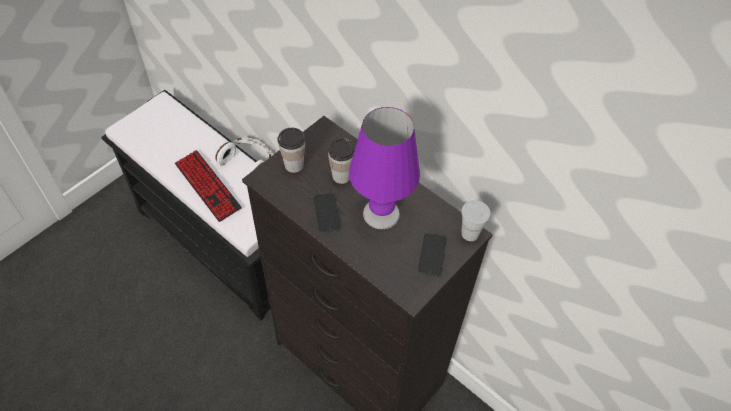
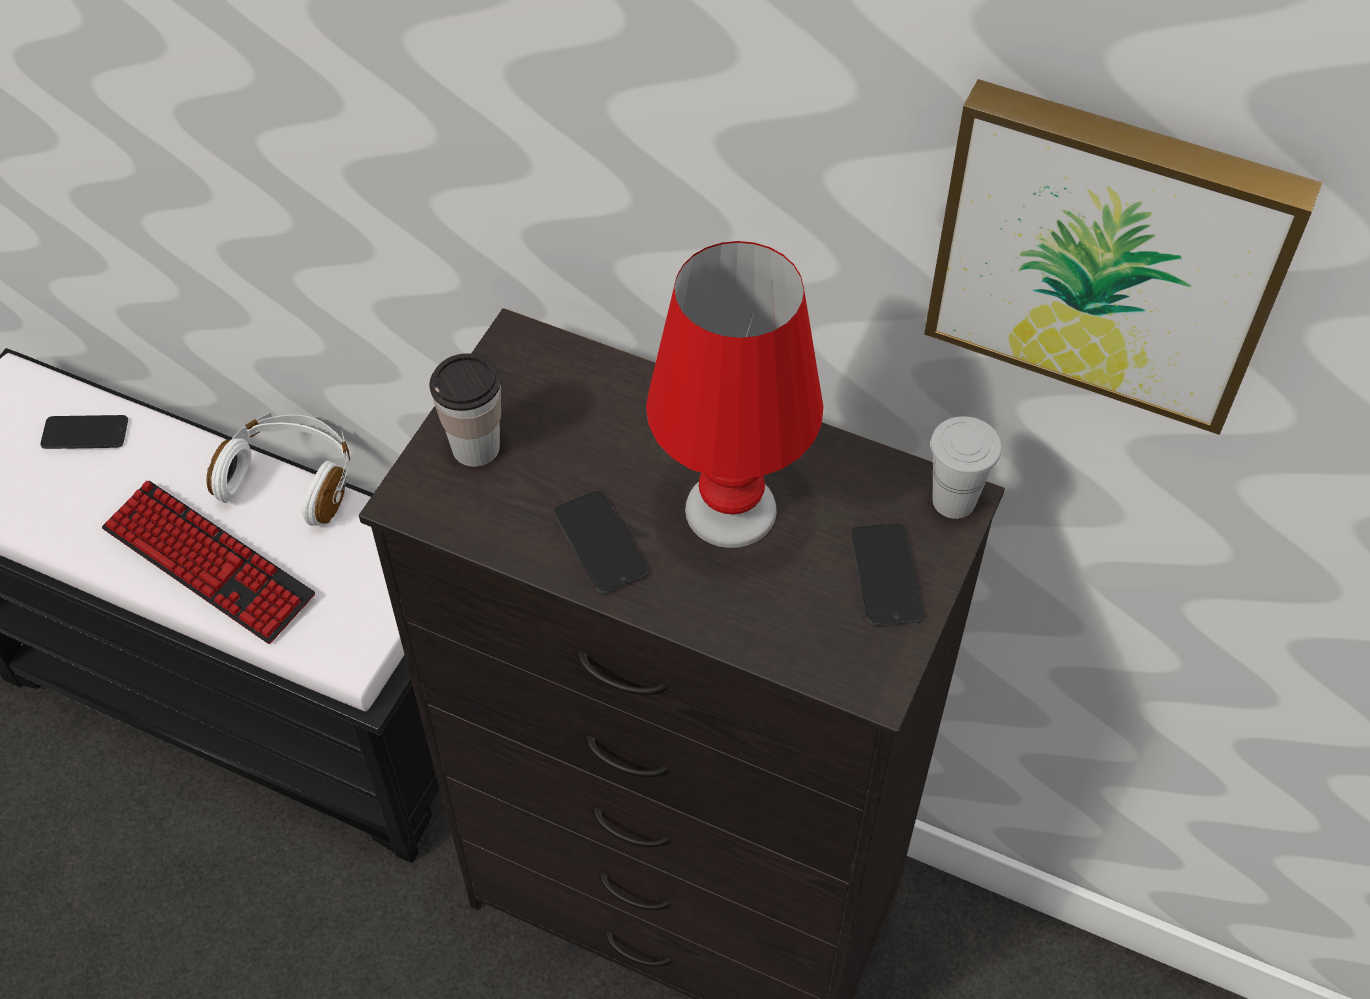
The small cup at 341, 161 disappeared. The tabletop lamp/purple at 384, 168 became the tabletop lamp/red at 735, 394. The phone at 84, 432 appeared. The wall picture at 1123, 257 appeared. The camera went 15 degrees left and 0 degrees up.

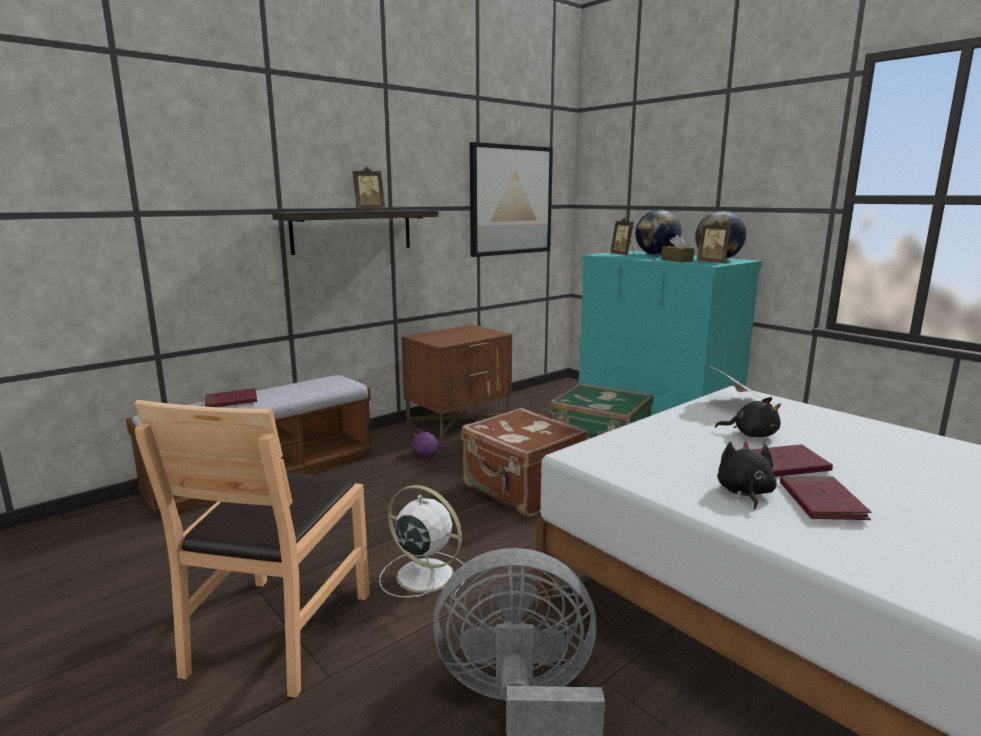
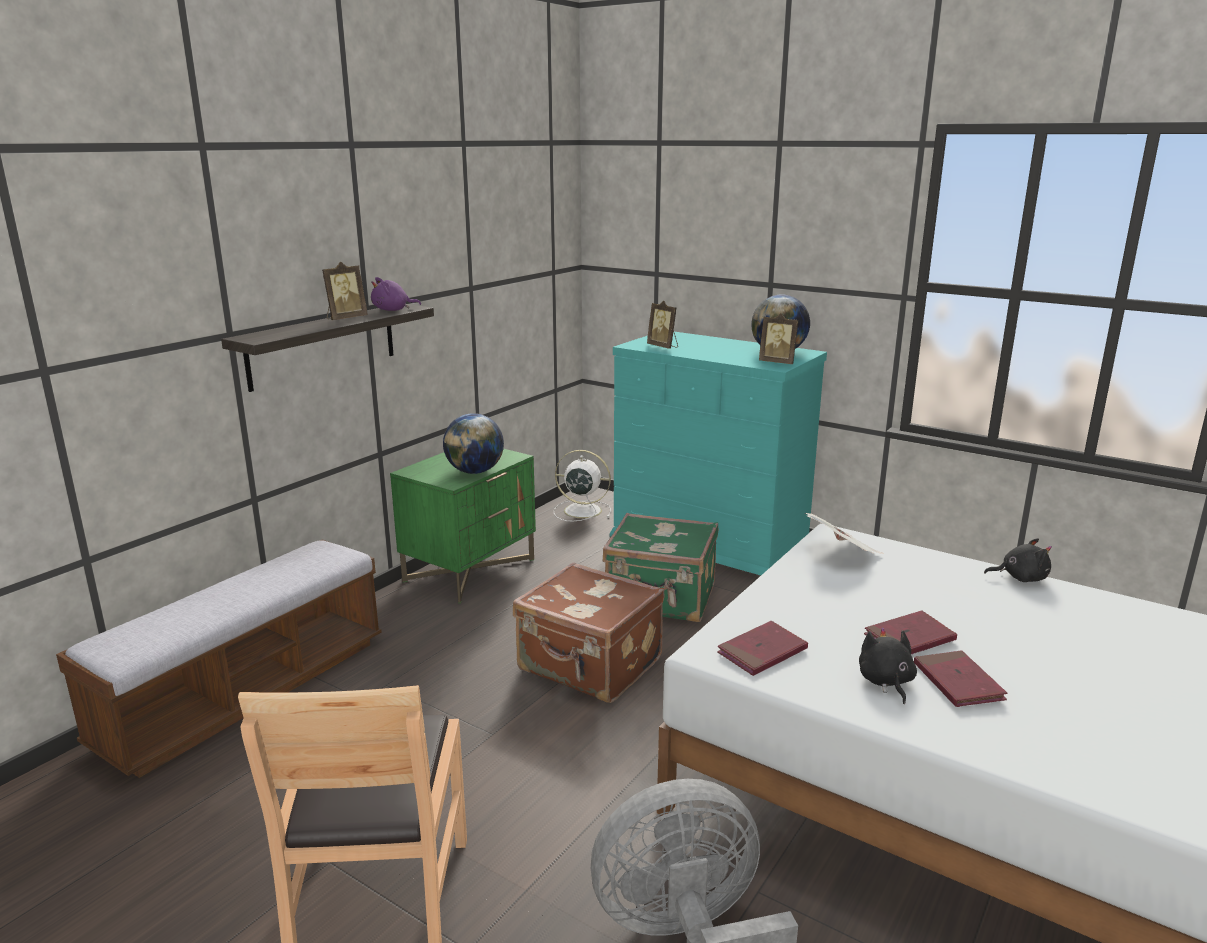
The book/red moved from 231, 397 to 762, 648. The fan/whitish moved from 422, 541 to 582, 485. The night table/brown-coloured at 456, 382 became the night table/green at 463, 526. The cuddly toy/purple moved from 431, 442 to 396, 294. The wall picture at 511, 199 disappeared. The desk globe moved from 658, 232 to 473, 443. The box of tissues/brown-coloured at 677, 248 disappeared. The cuddly toy/black-coloured moved from 748, 417 to 1018, 560. The camera went 15 degrees left and 5 degrees up.

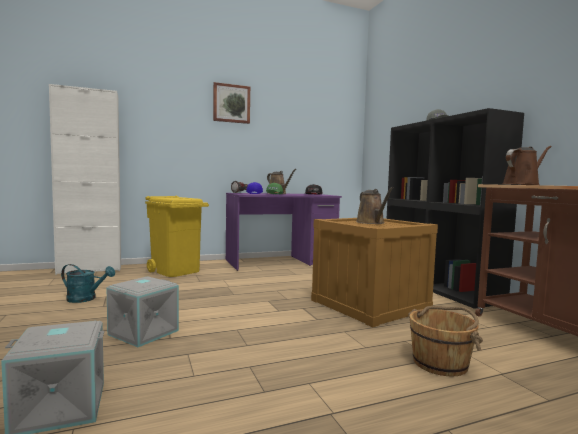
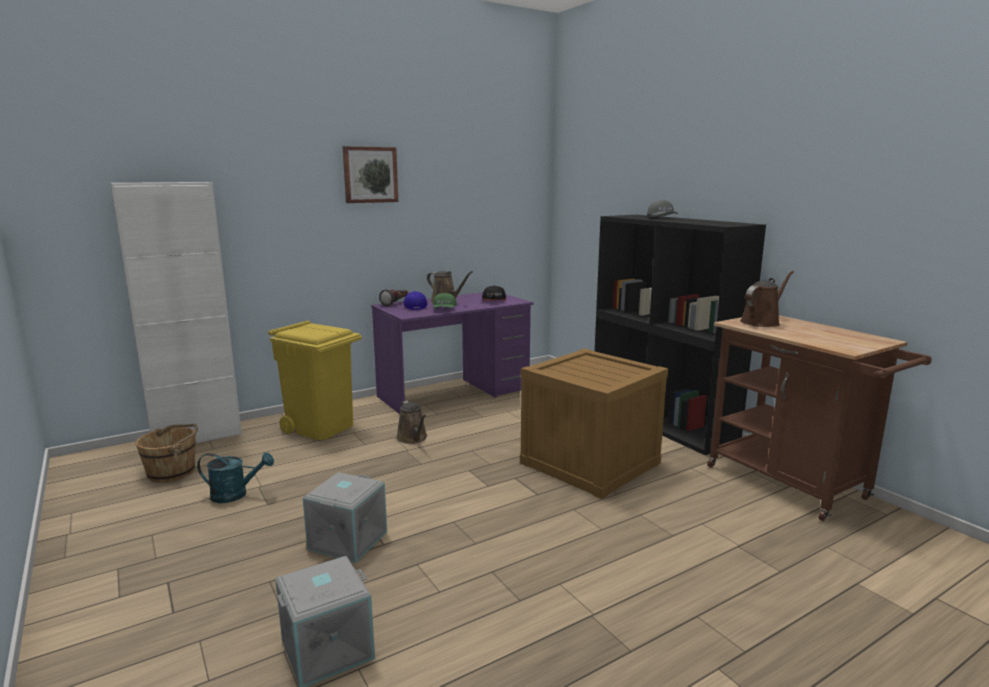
The watering can/brown-coloured moved from 375, 205 to 411, 422. The water bucket/brown-coloured moved from 445, 341 to 167, 453. The camera went 10 degrees left and 10 degrees up.

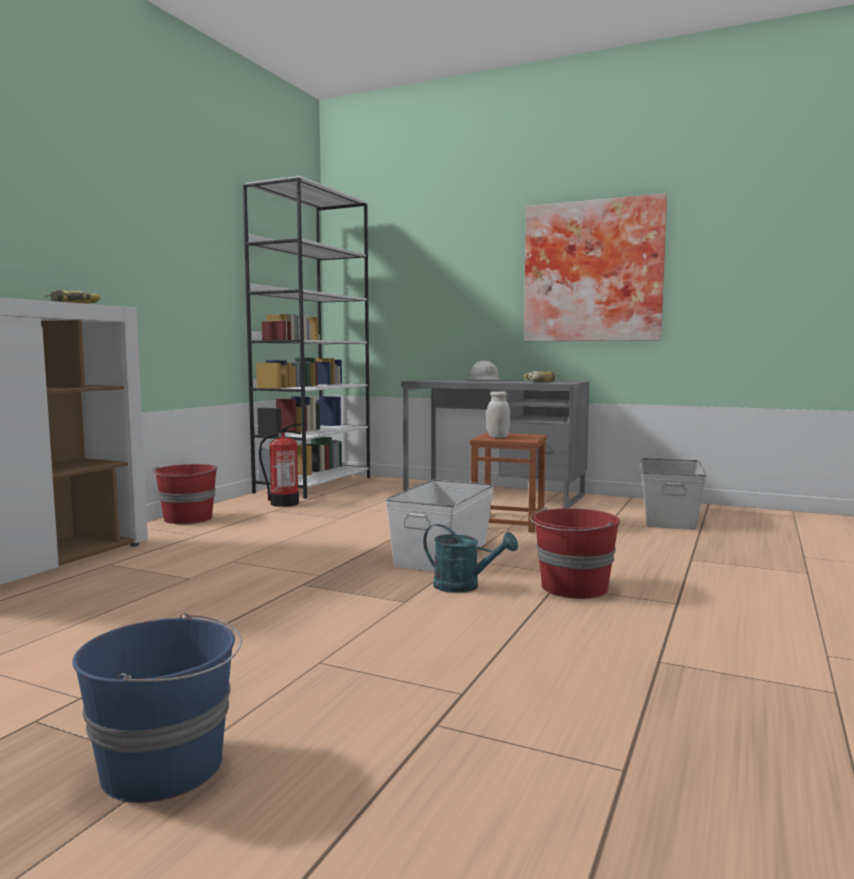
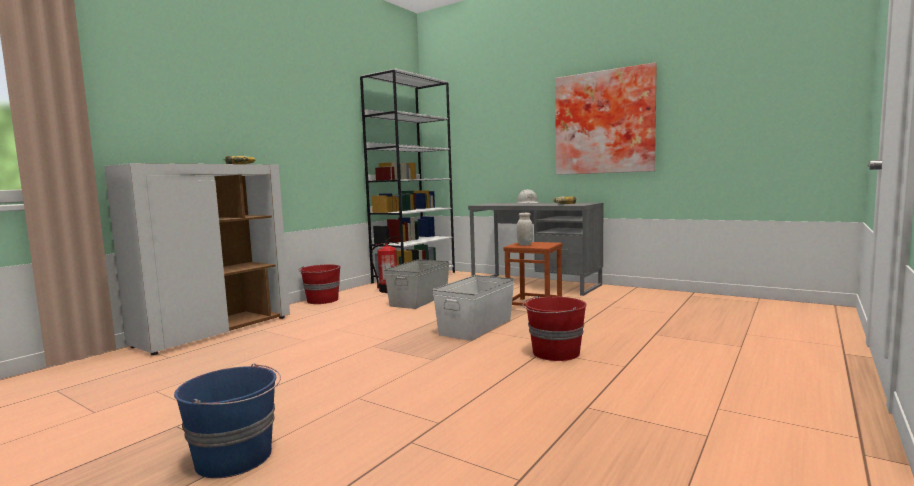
The watering can/turquoise-coloured at 470, 558 disappeared. The storage container/greyish moved from 673, 494 to 417, 284. The camera went 10 degrees right and 0 degrees up.

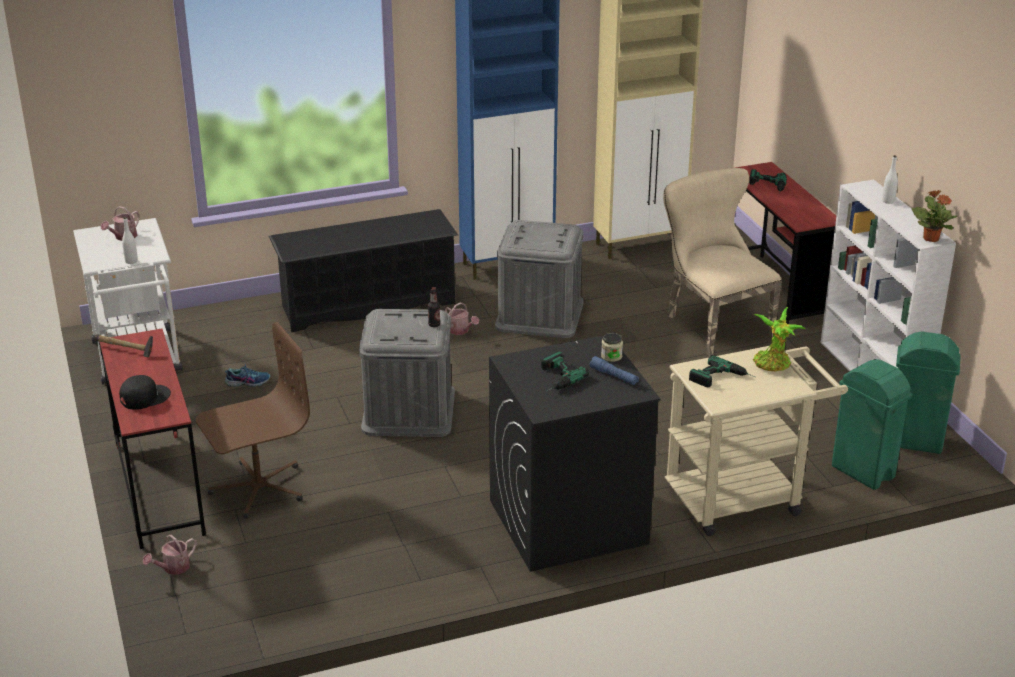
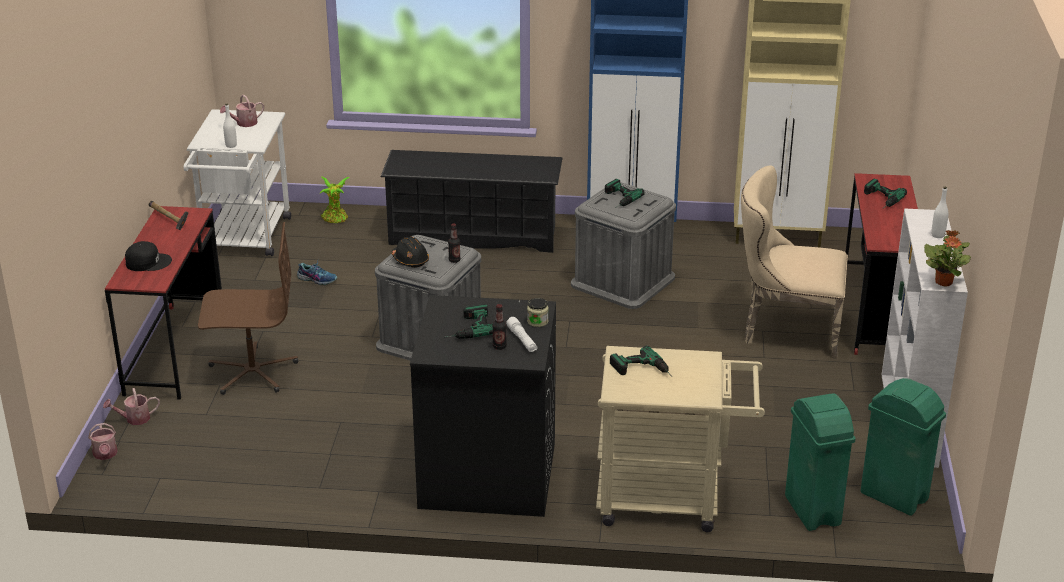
The watering can moved from 462, 318 to 103, 441. The flashlight/blue at 614, 370 became the flashlight/whitish at 521, 334. The chair/sand-coloured at 722, 262 turned 75 degrees counterclockwise. The plant in a pot moved from 779, 339 to 335, 199. The hard hat/black-coloured at 410, 252 appeared. The beverage bottle at 499, 327 appeared. The electric drill at 625, 193 appeared. The camera went 25 degrees right and 0 degrees up.

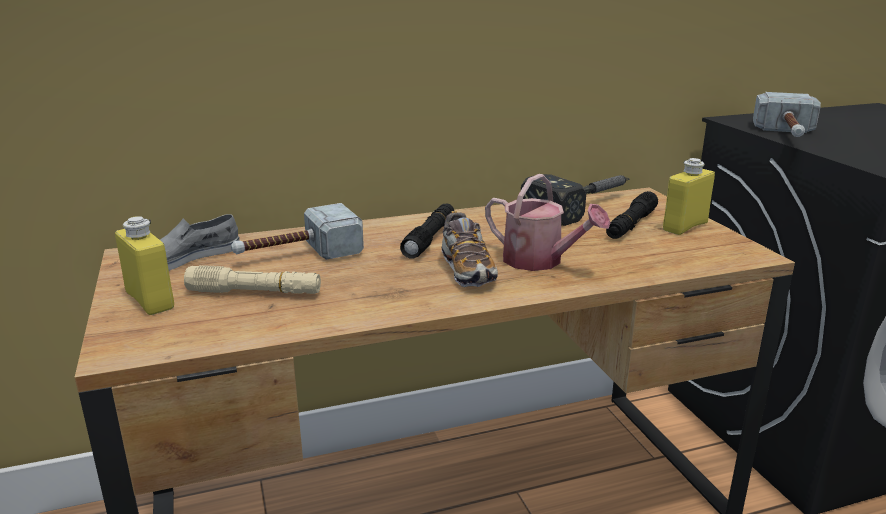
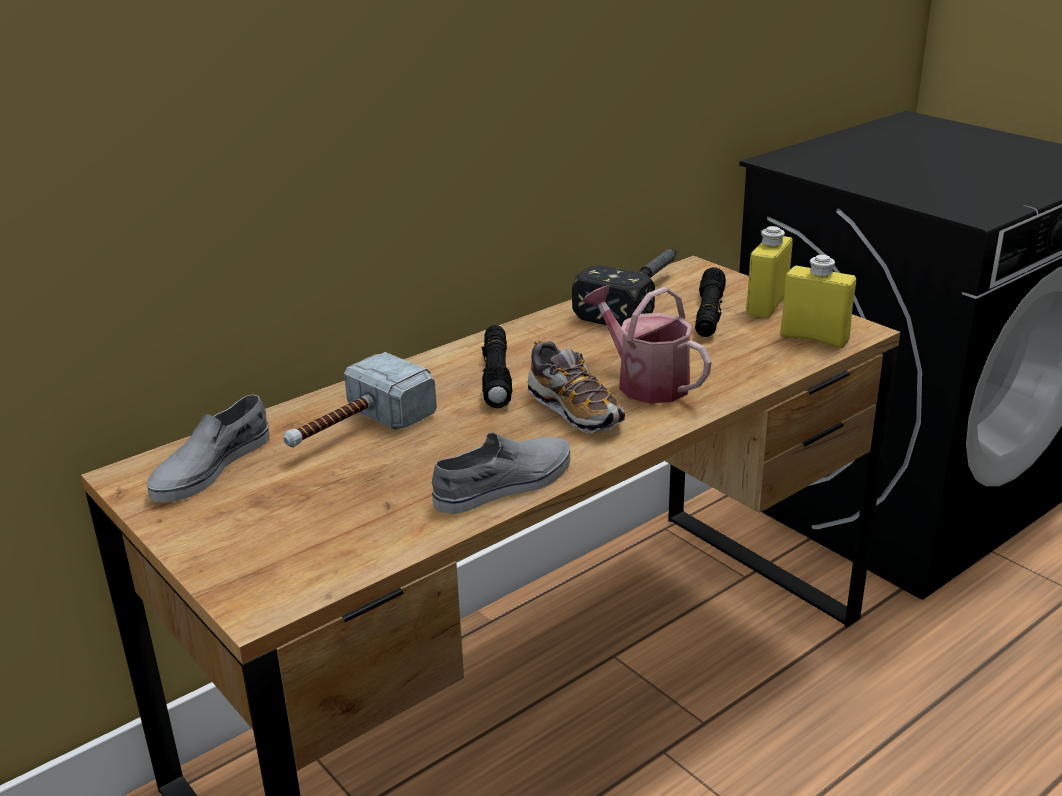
The beverage bottle/yellowish moved from 144, 265 to 818, 301. The flashlight/sand-coloured at 252, 279 disappeared. The watering can at 548, 222 turned 150 degrees counterclockwise. The hand hammer at 787, 114 disappeared. The item of footwear/greyish at 501, 473 appeared. The camera went 20 degrees left and 5 degrees up.

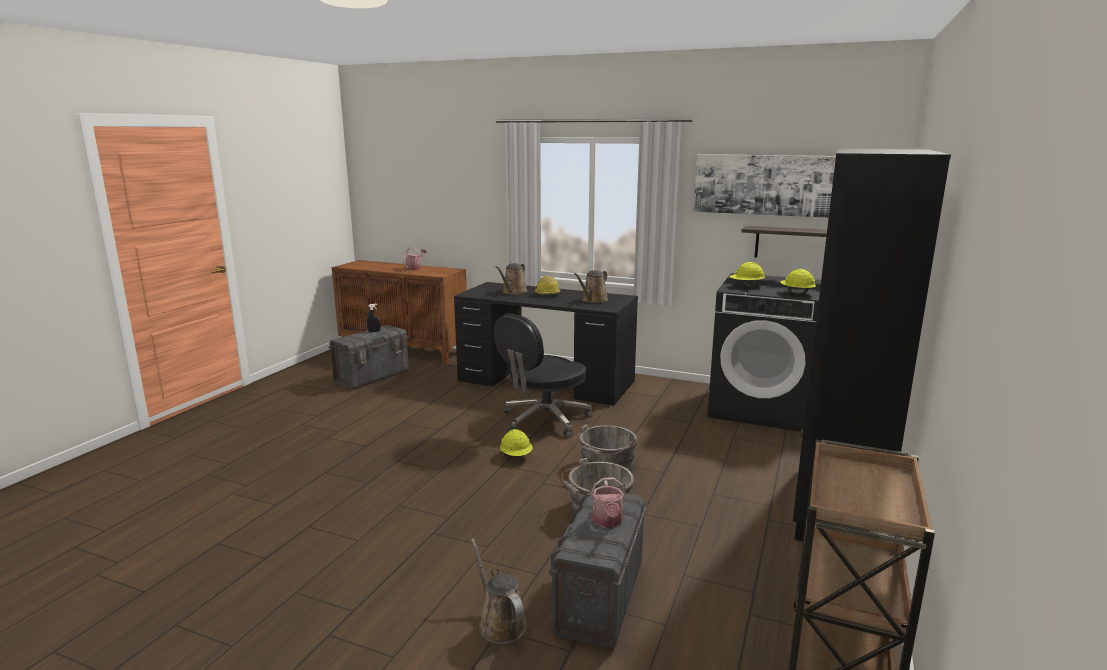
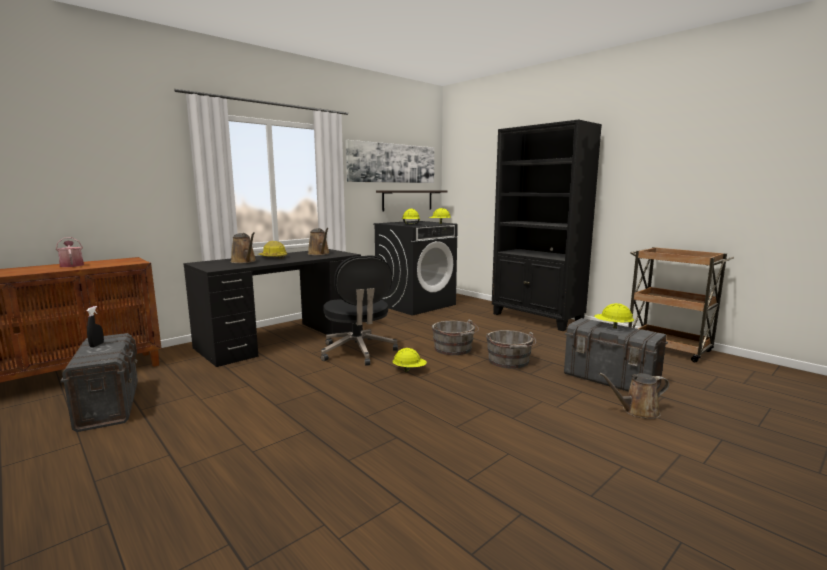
The watering can at 608, 502 was replaced by the hard hat/yellowish at 614, 316. The camera went 65 degrees left and 5 degrees down.

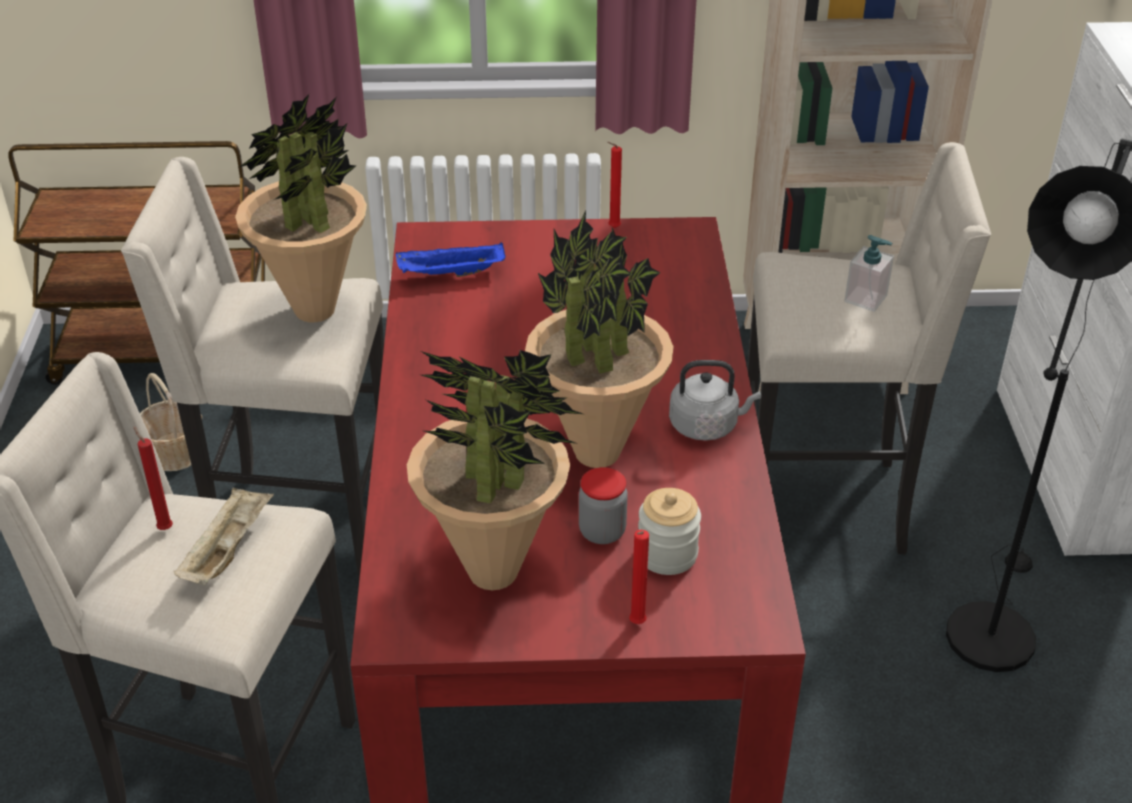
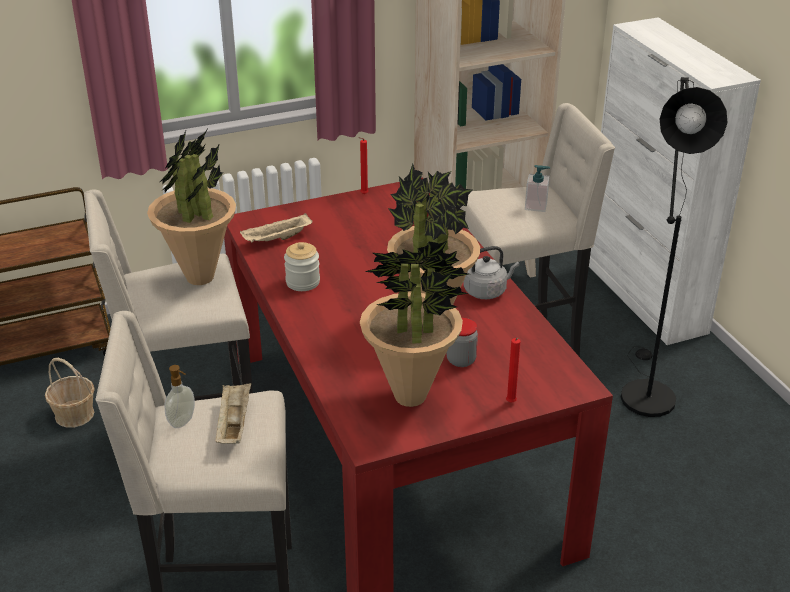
The candle/red at 153, 478 was replaced by the soap bottle at 179, 396. The tray/blue at 450, 260 became the tray/sand-coloured at 276, 227. The jar moved from 669, 531 to 302, 266. The camera went 20 degrees left and 5 degrees down.

